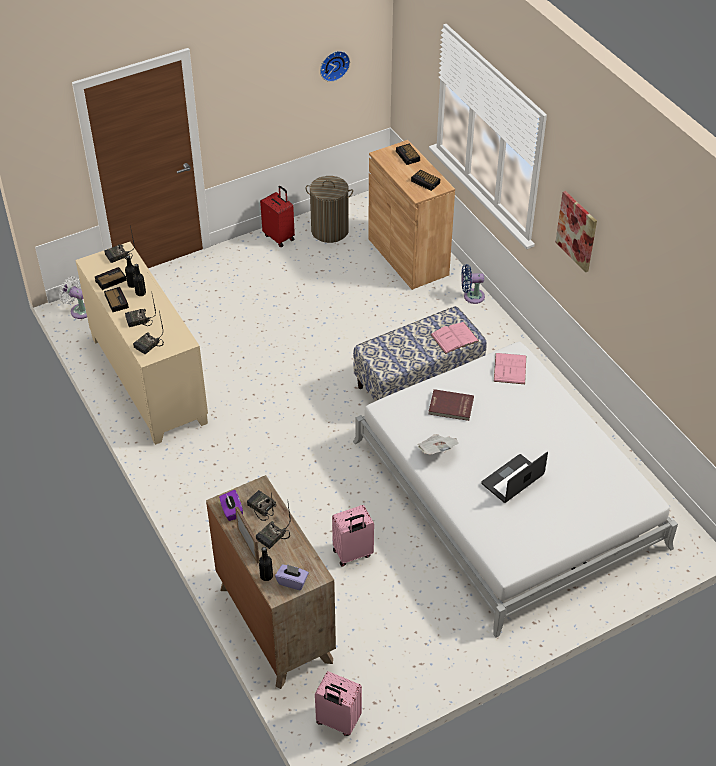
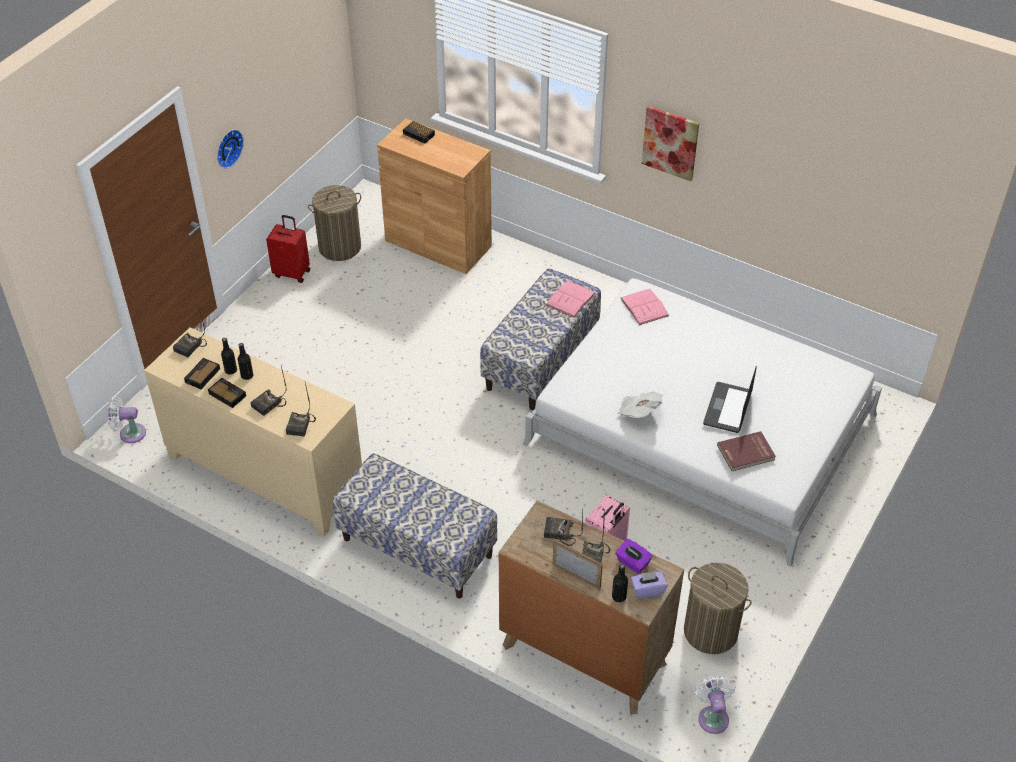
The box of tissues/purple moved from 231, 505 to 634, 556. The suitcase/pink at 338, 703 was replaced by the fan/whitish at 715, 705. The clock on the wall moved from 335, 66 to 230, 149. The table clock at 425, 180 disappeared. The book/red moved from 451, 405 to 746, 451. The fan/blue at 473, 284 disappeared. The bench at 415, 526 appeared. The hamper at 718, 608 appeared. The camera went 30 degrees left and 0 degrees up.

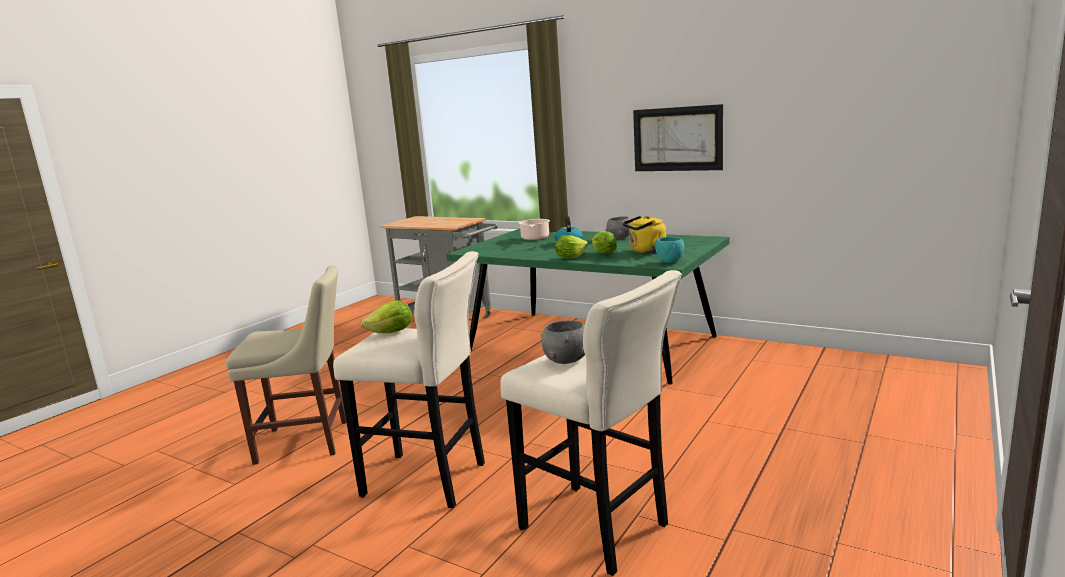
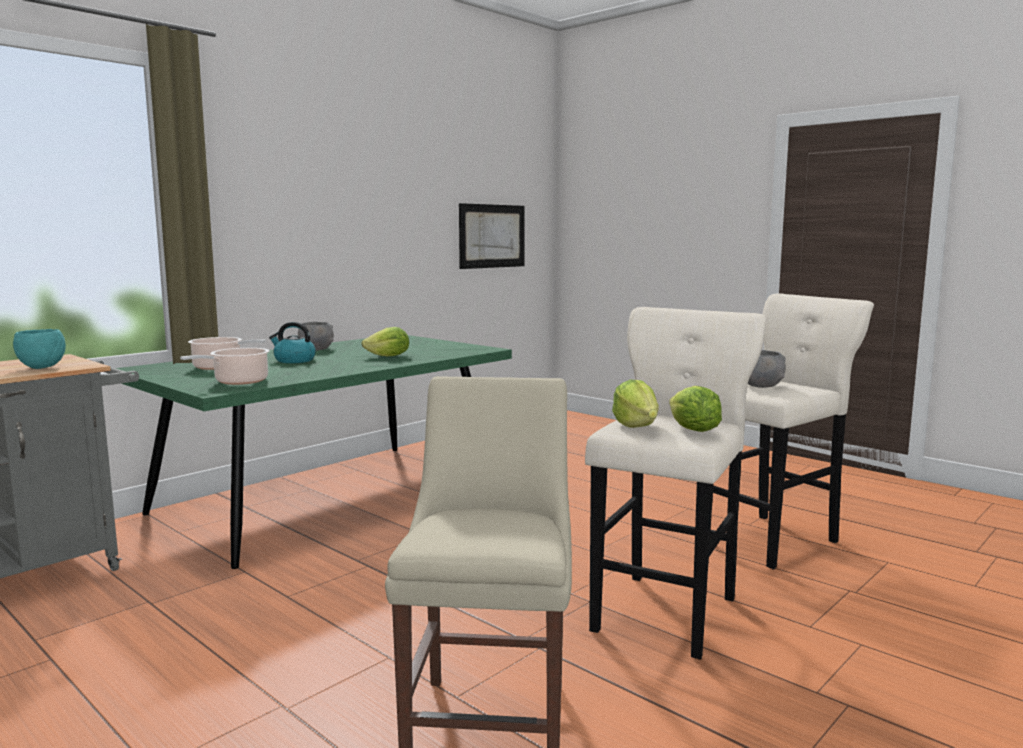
The lettuce head moved from 571, 246 to 695, 409. The tea kettle/yellowish at 644, 234 disappeared. The wall picture moved from 678, 137 to 492, 236. The bowl/turquoise-coloured moved from 669, 250 to 39, 349. The saucepot at 225, 366 appeared. The camera went 80 degrees left and 5 degrees down.

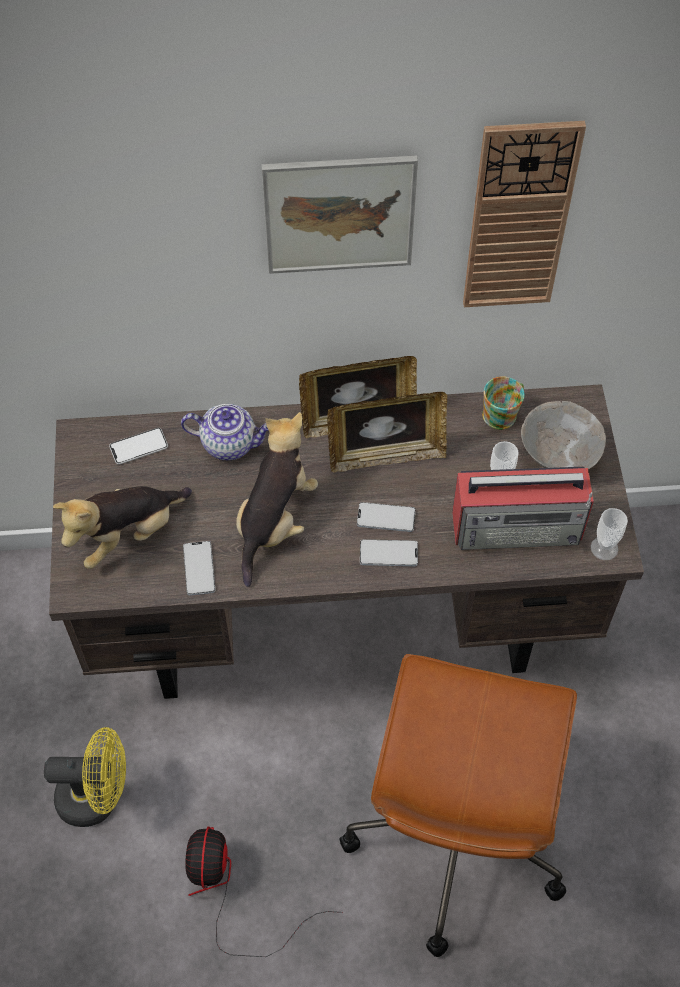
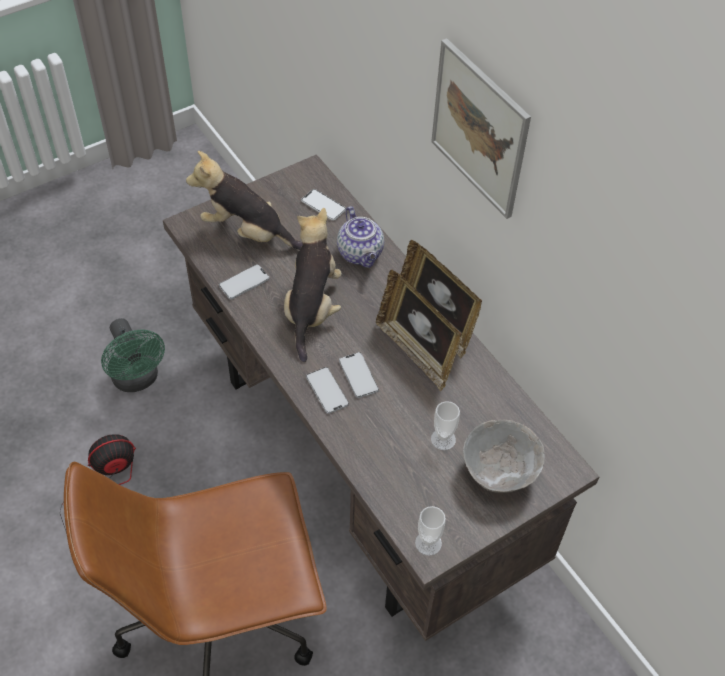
The fan/yellowish at 85, 777 became the fan/green at 133, 355. The cuddly toy at 277, 499 turned 75 degrees counterclockwise. The radio at 523, 508 disappeared. The clock on the wall at 524, 214 disappeared. The mug at 503, 403 disappeared. The camera went 60 degrees right and 5 degrees down.

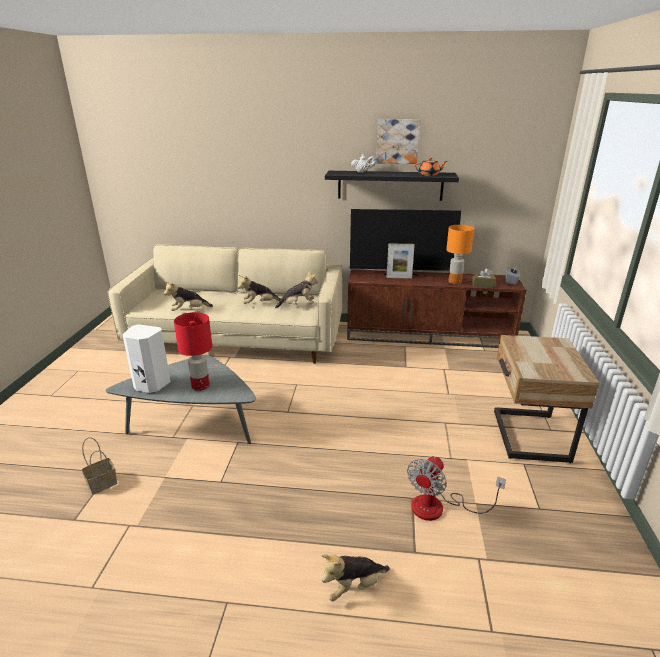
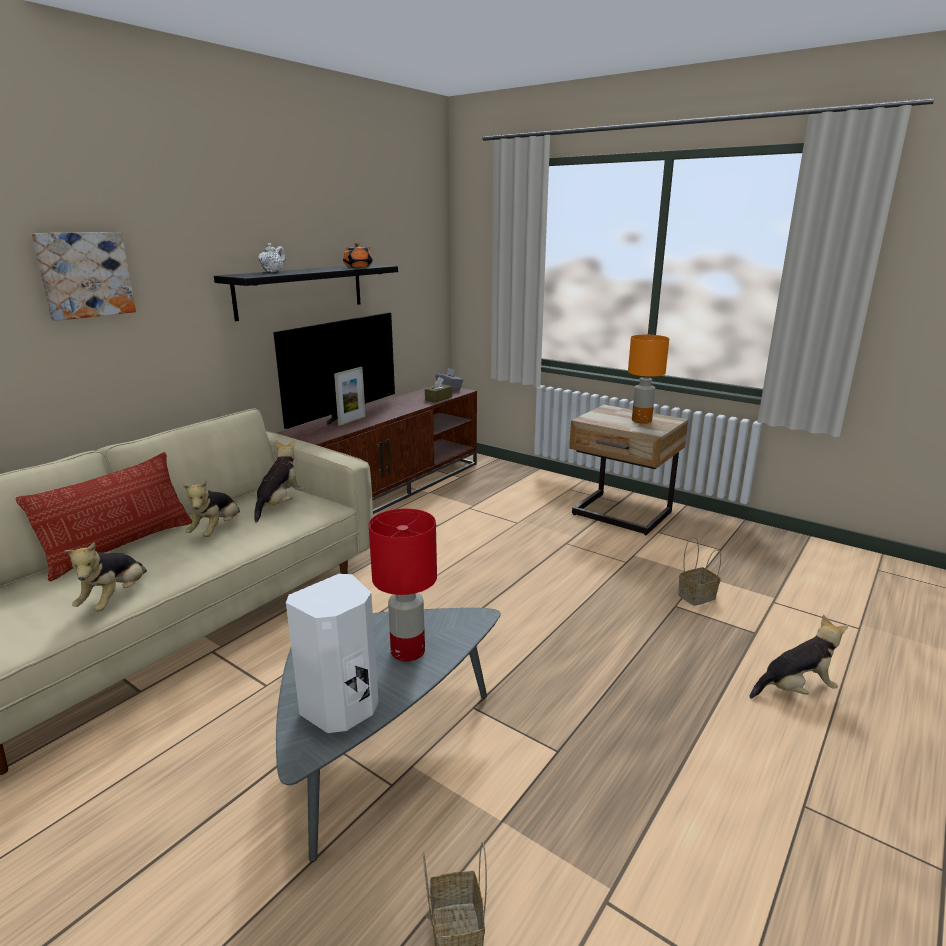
The cuddly toy at 356, 577 turned 105 degrees counterclockwise. The wall picture moved from 398, 141 to 84, 276. The fan at 456, 488 was replaced by the household basket at 699, 571. The tabletop lamp/orange-coloured moved from 460, 254 to 648, 379. The pillow at 104, 516 appeared. The camera went 60 degrees left and 5 degrees down.

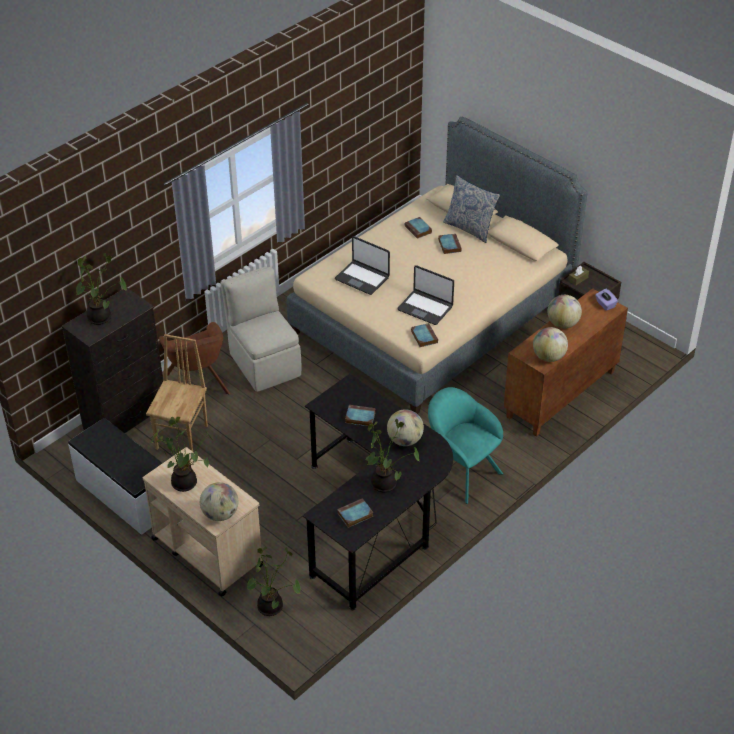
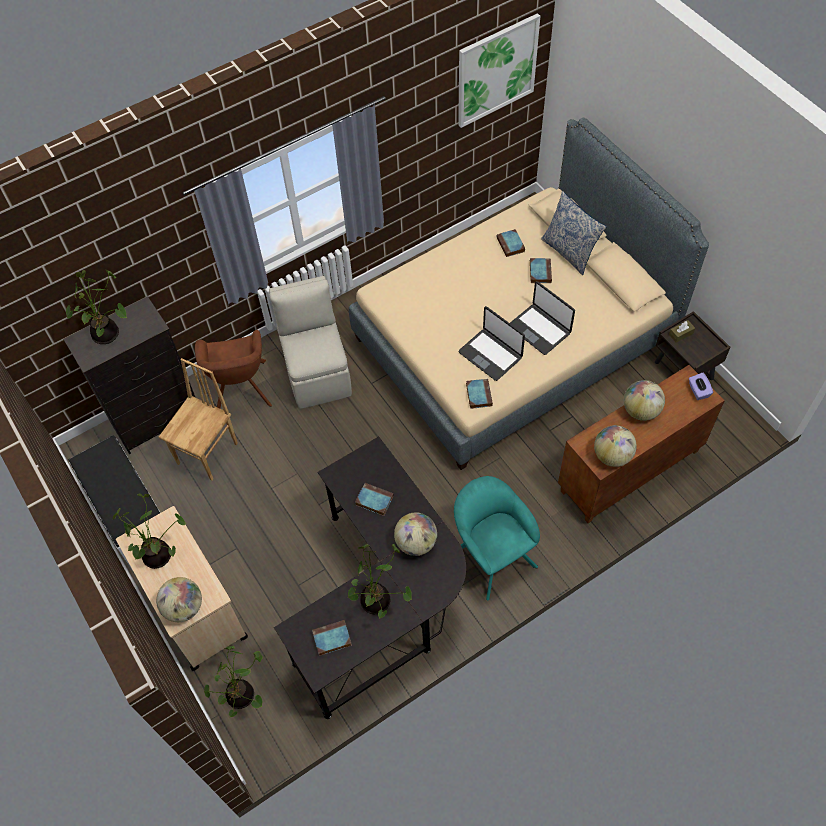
The laptop moved from 362, 265 to 542, 318. The wall picture at 499, 70 appeared. The camera went 15 degrees right and 15 degrees up.

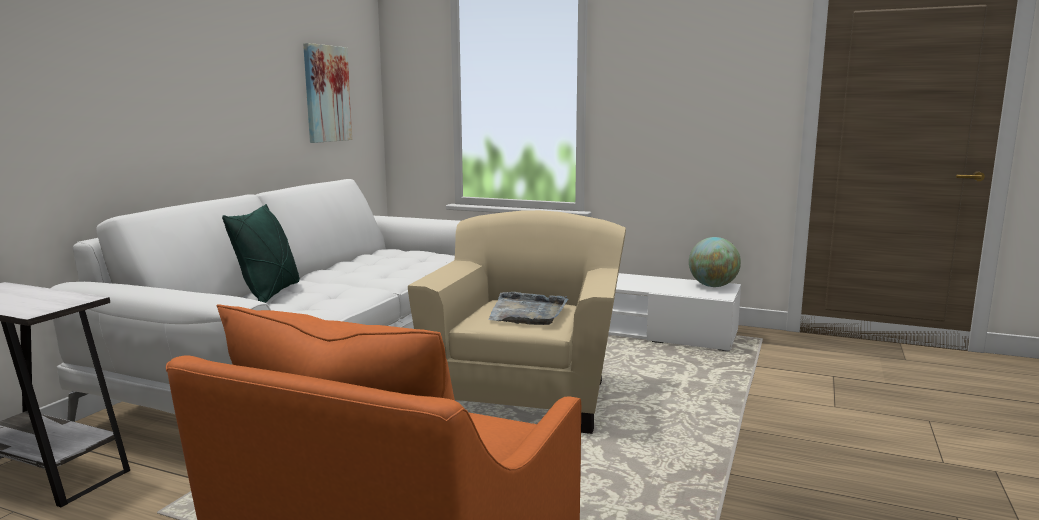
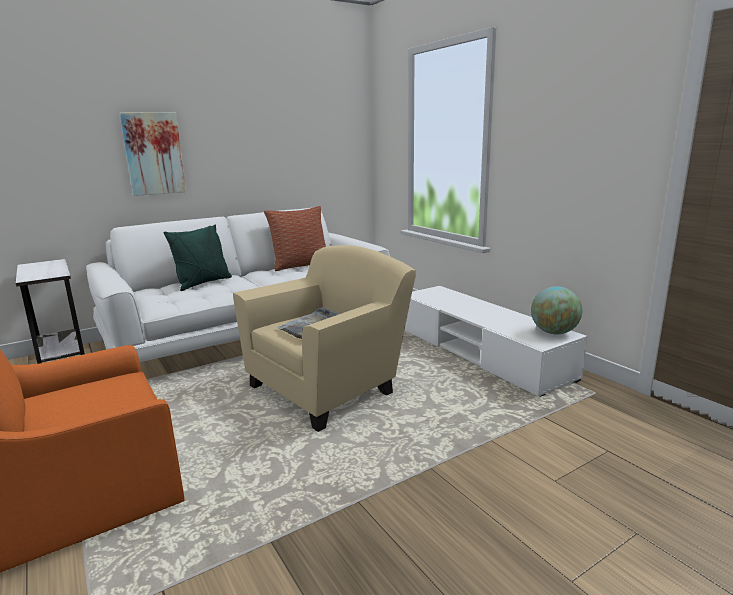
The wall picture moved from 327, 93 to 152, 154. The pillow at 295, 238 appeared. The camera went 35 degrees right and 5 degrees up.

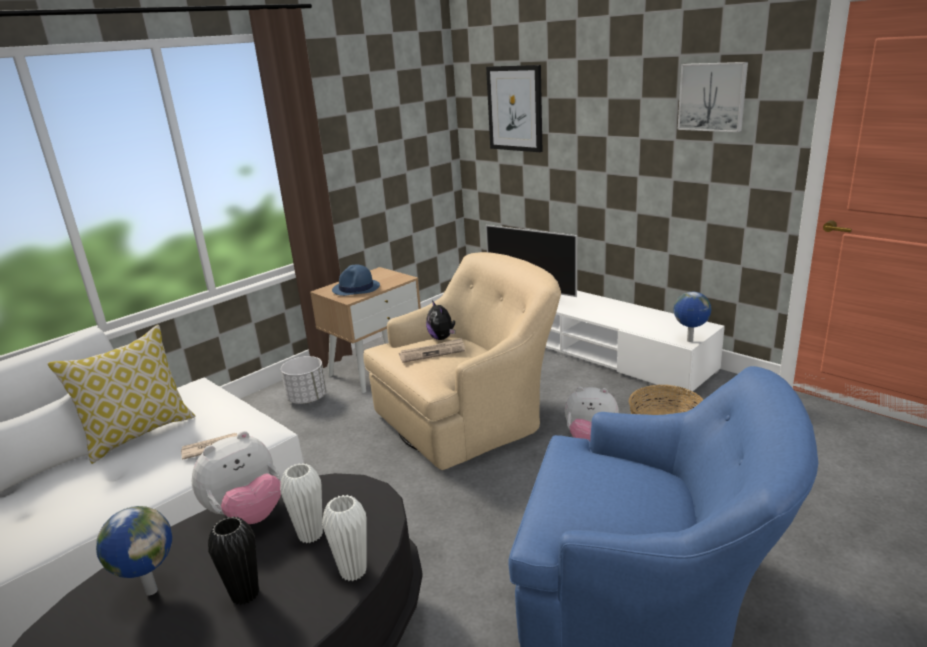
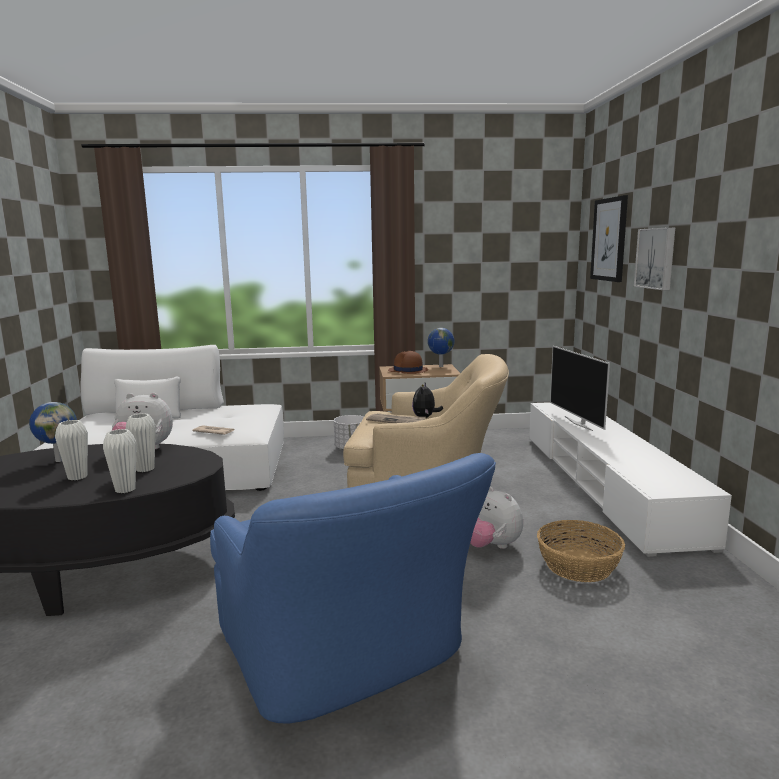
The pillow at 121, 394 disappeared. The flower vase/black-coloured at 233, 560 became the flower vase/whitish at 71, 450. The hat/blue at 356, 280 became the hat/brown-coloured at 408, 362. The desk globe moved from 692, 317 to 441, 347. The wall picture moved from 713, 97 to 654, 258. The camera went 40 degrees right and 10 degrees down.

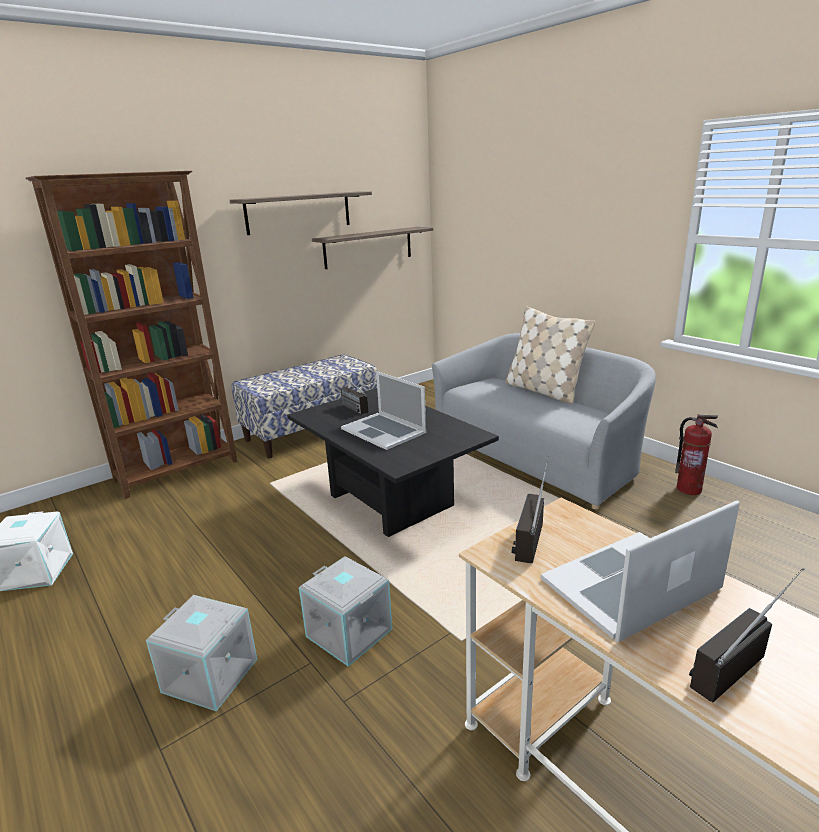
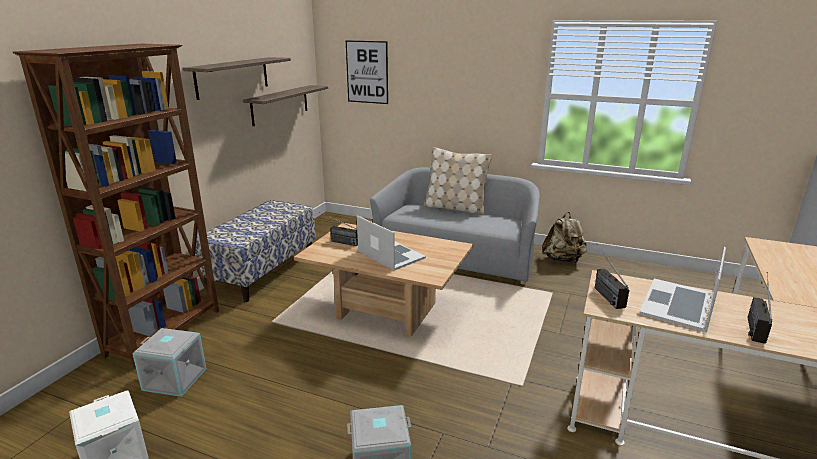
The lounge table/black-coloured at 393, 462 became the lounge table/sand-coloured at 383, 280. The storage container/greyish moved from 345, 611 to 169, 362. The laptop at 383, 410 turned 150 degrees counterclockwise. The extinguisher at 696, 454 was replaced by the backpack/sand-coloured at 564, 237. The wall picture at 367, 72 appeared. The camera went 30 degrees left and 0 degrees up.

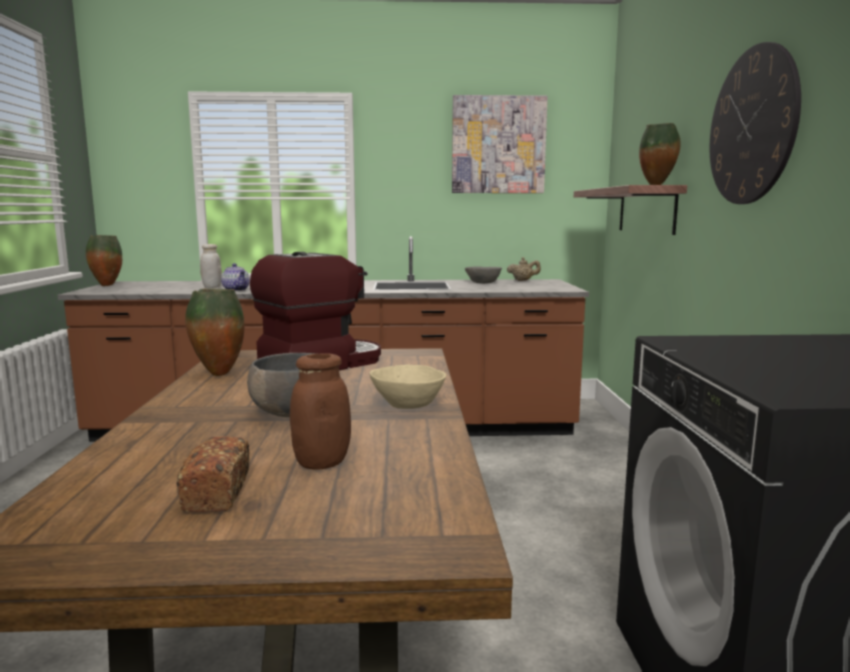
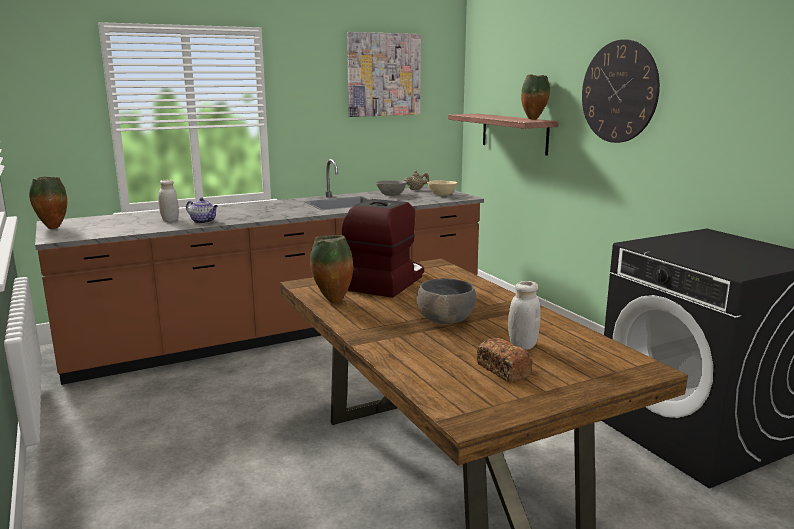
The jar/brown-coloured at 320, 411 became the jar/whitish at 524, 315. The bowl/sand-coloured moved from 408, 387 to 442, 188. The camera went 25 degrees left and 5 degrees up.

